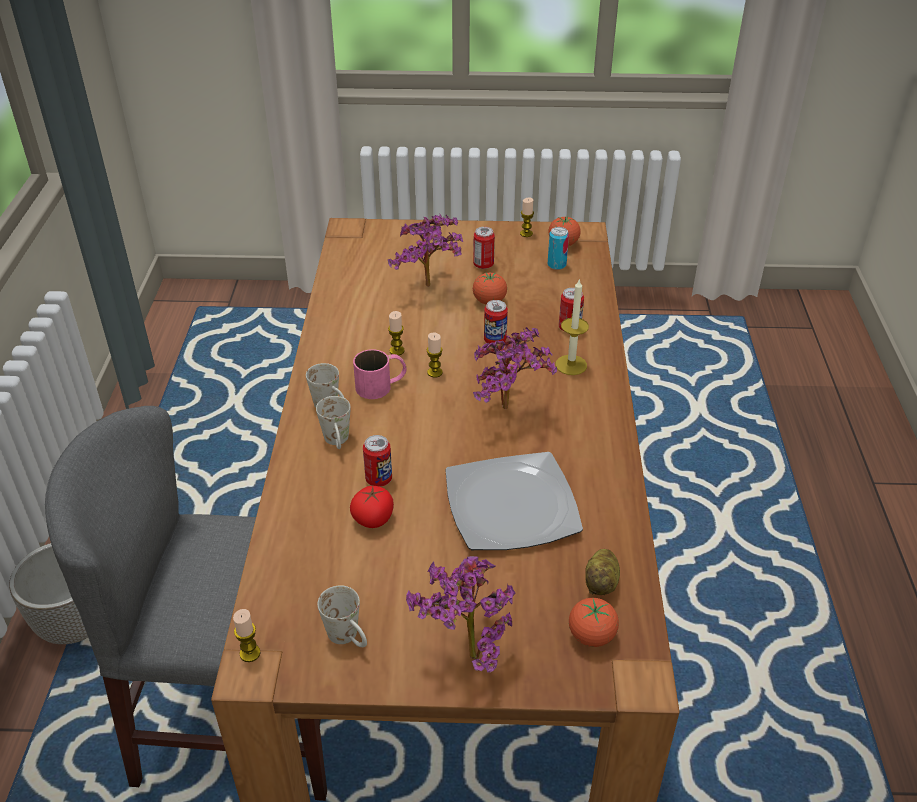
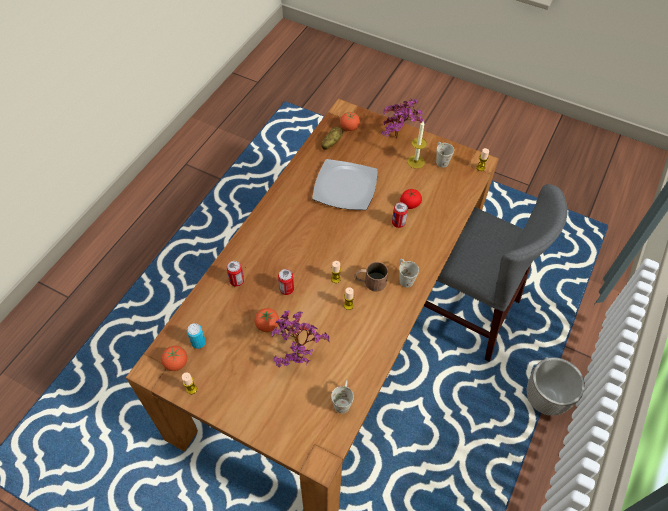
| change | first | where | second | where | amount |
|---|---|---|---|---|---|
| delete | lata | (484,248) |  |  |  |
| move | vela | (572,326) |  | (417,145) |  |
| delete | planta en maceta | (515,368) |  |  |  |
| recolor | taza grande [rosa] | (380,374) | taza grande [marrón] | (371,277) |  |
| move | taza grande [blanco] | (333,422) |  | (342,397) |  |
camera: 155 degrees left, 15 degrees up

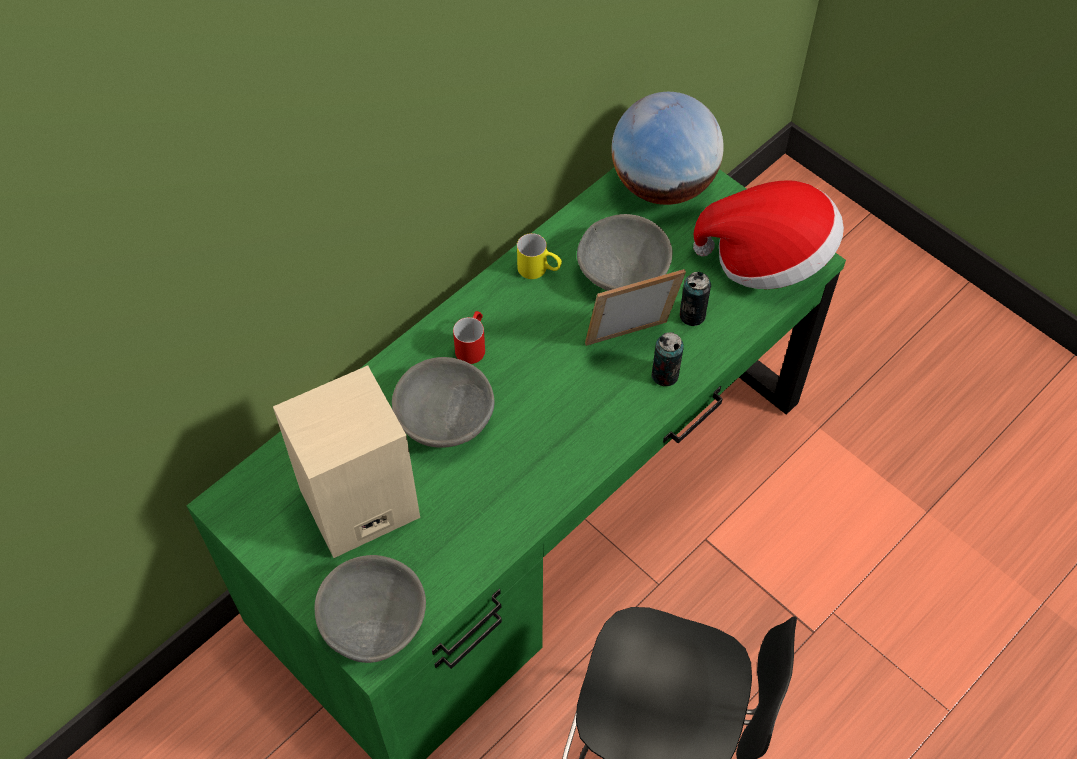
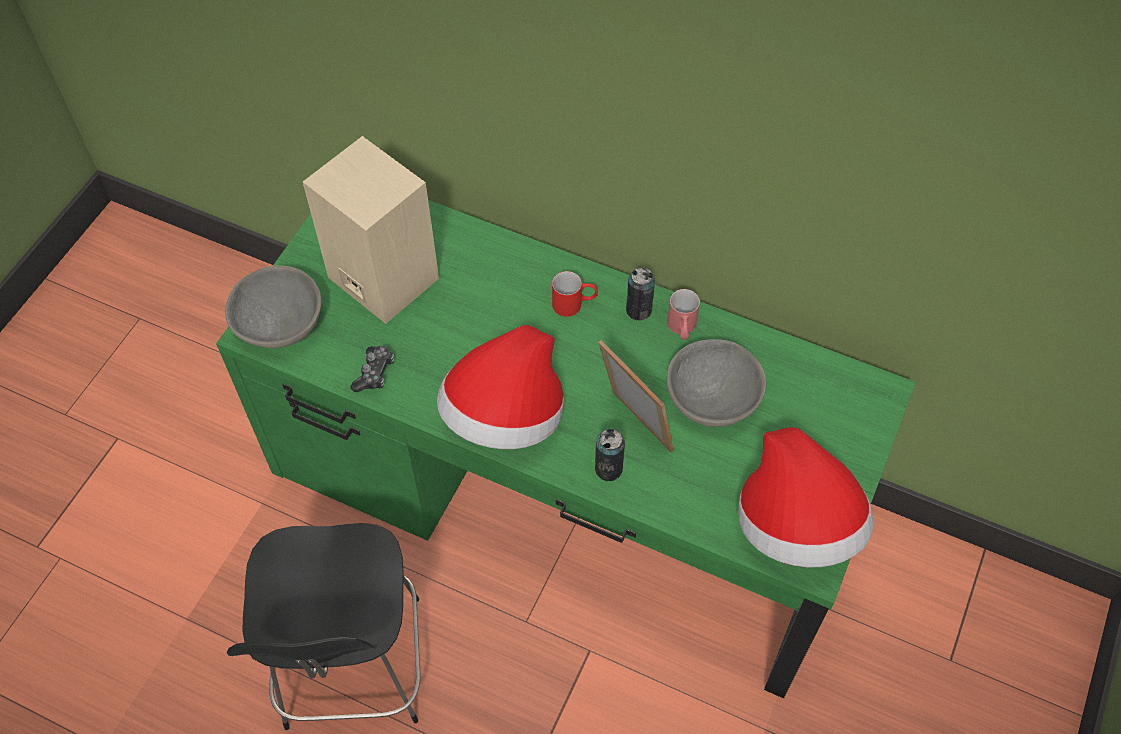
| change | first | where | second | where | amount |
|---|---|---|---|---|---|
| delete | globo terráqueo | (667,148) |  |  |  |
| recolor | taza grande [amarillo] | (539,256) | taza grande [rojo] | (683,314) |  |
| move | lata | (695,299) |  | (640,294) |  |
| delete | cuenco [gris] | (443,402) |  |  |  |
| insert |  |  | sombrero | (500,387) |  |
| insert |  |  | mando de consola | (372,369) |  |
camera: 70 degrees right, 0 degrees up

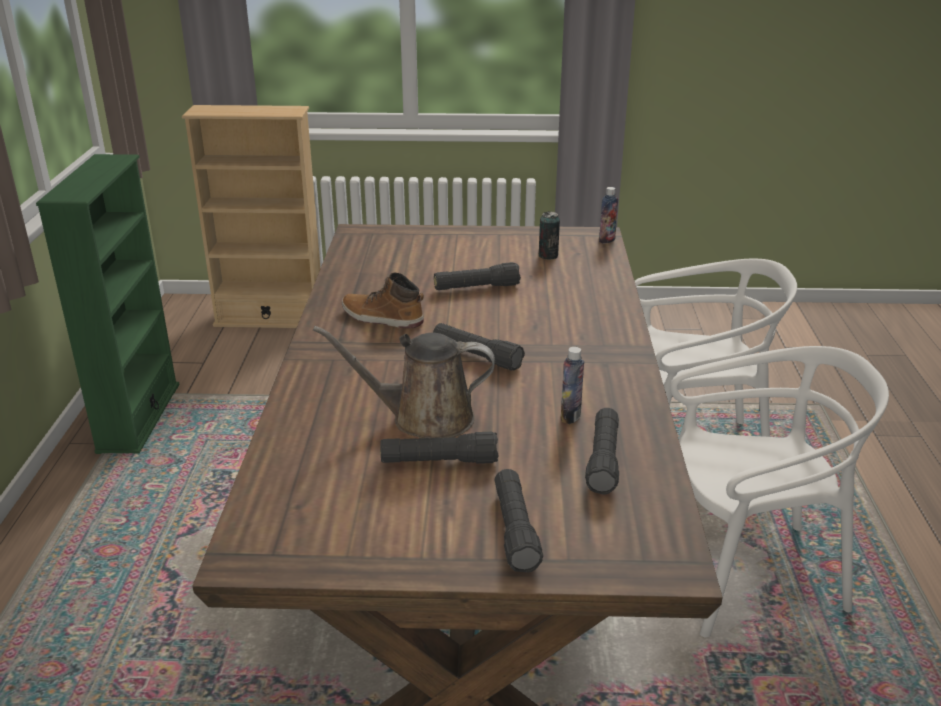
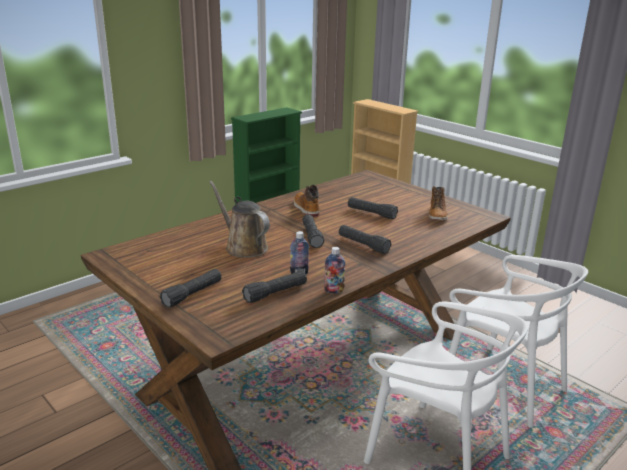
| change | first | where | second | where | amount |
|---|---|---|---|---|---|
| move | botella | (608,215) |  | (334,270) |  |
| replace | lata | (549,235) | bota | (438,203) |  |
| move | linterna [negro] | (439,448) |  | (365,239) |  |
camera: 45 degrees right, 5 degrees down

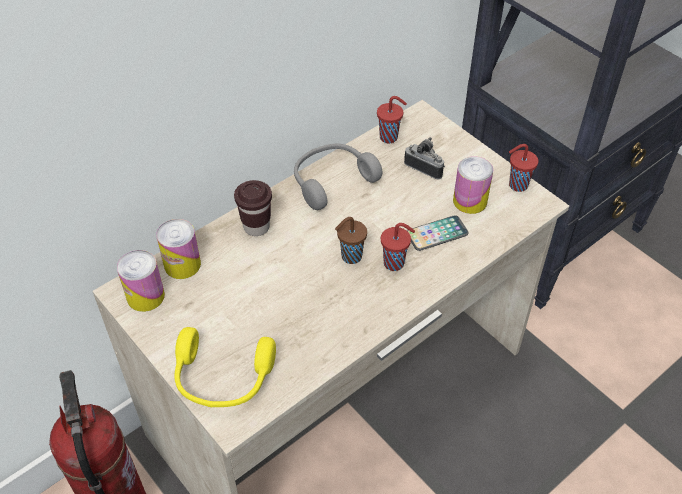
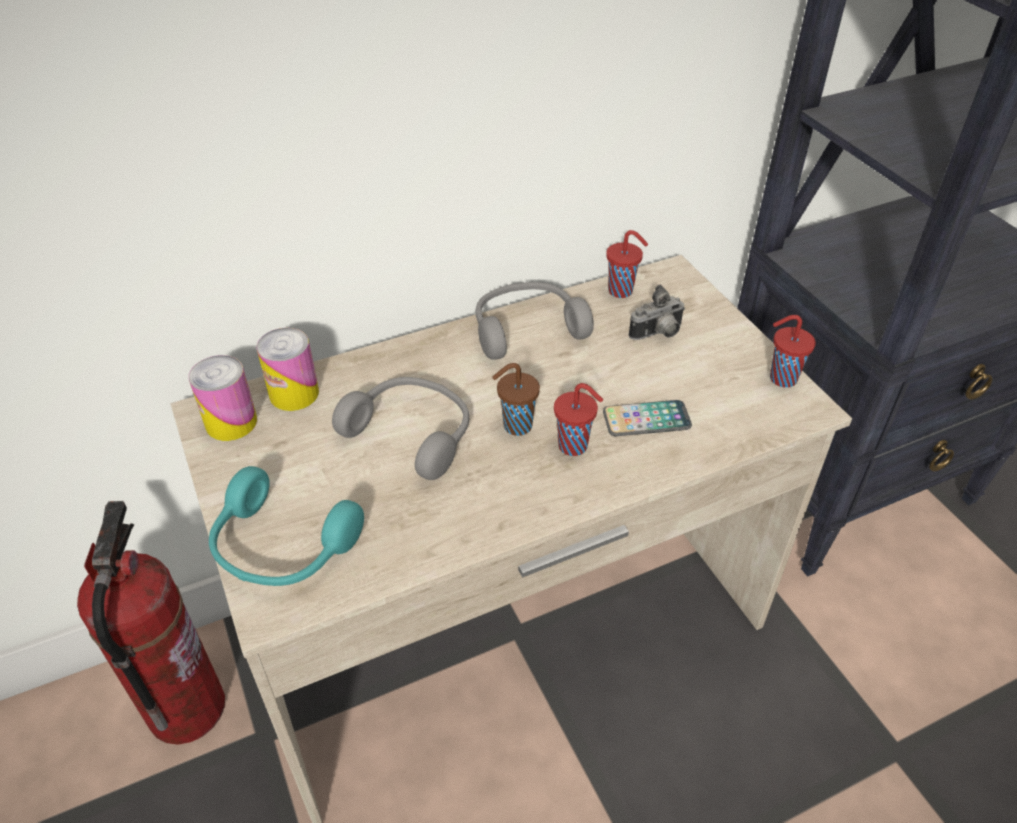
| change | first | where | second | where | amount |
|---|---|---|---|---|---|
| rotate | cámara | (424,158) |  | (657,312) | 105 degrees clockwise |
| delete | lata | (473,185) |  |  |  |
| delete | taza [marrón] | (253,208) |  |  |  |
| recolor | auriculares [amarillo] | (225,367) | auriculares [turquesa] | (286,526) |  |
| insert |  |  | auriculares [gris] | (400,428) |  |
camera: 15 degrees right, 5 degrees down

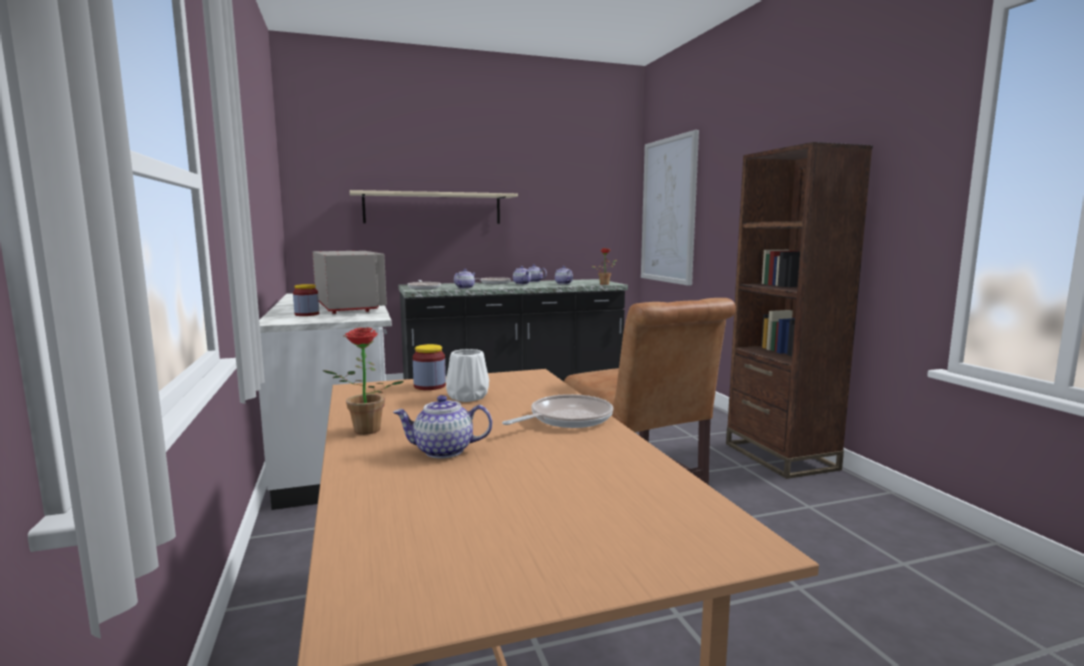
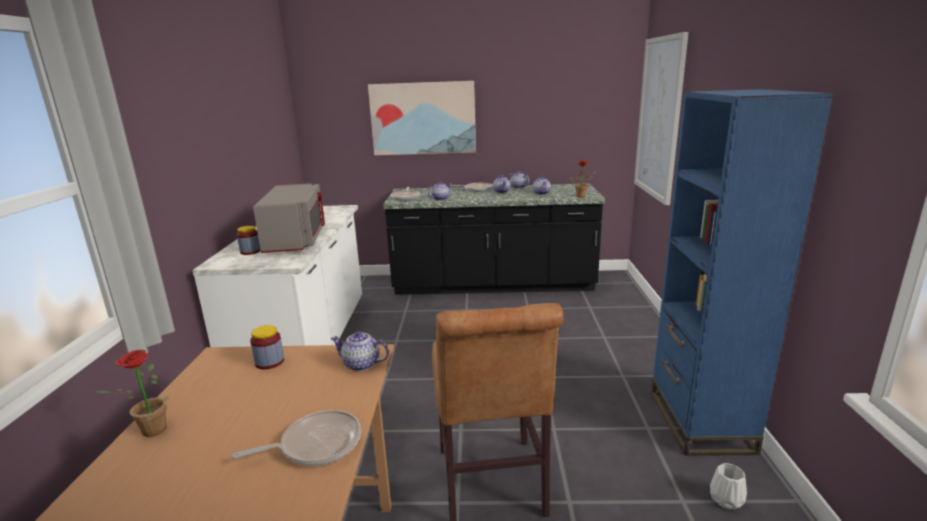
| change | first | where | second | where | amount |
|---|---|---|---|---|---|
| recolor | estantería [marrón] | (799,310) | estantería [azul] | (742,272) |  |
| replace | estante [beis] | (434,207) | cuadro | (422,118) |  |
| move | florero [blanco] | (467,375) |  | (728,486) |  |
| move | tetera | (442,426) |  | (360,351) |  |
camera: 20 degrees right, 10 degrees up

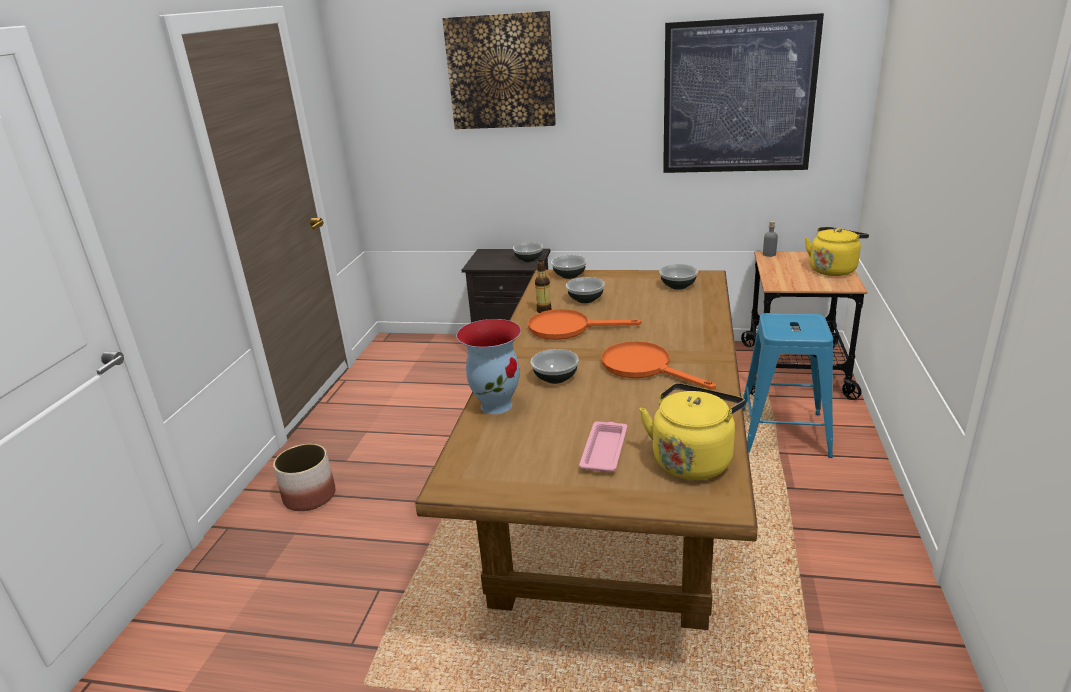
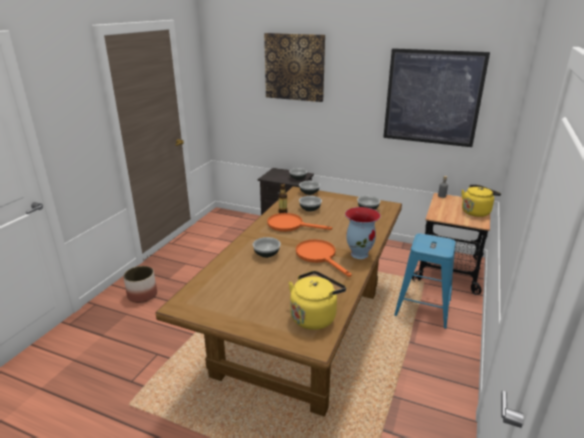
| change | first | where | second | where | amount |
|---|---|---|---|---|---|
| move | florero | (488,366) |  | (363,233) |  |
| delete | bandeja [rosa] | (603,447) |  |  |  |
camera: 10 degrees right, 0 degrees up

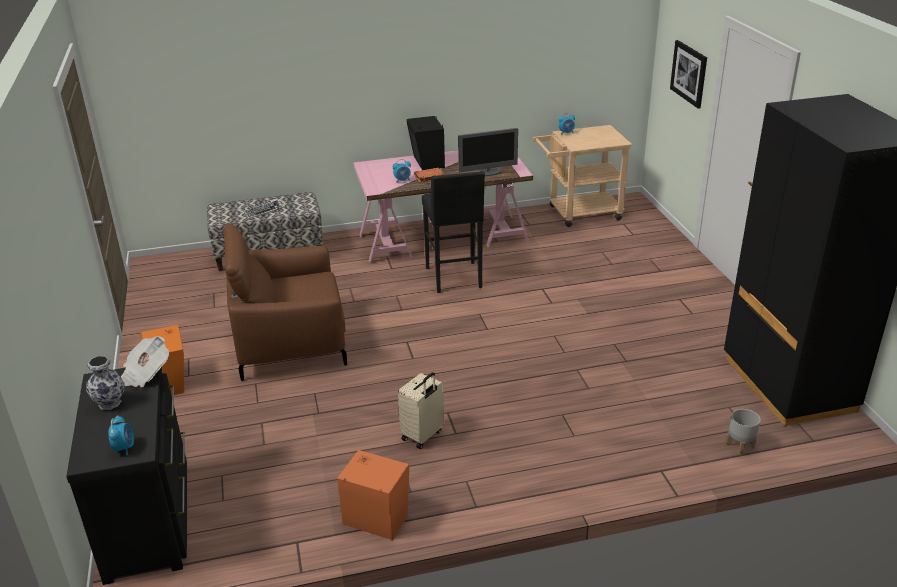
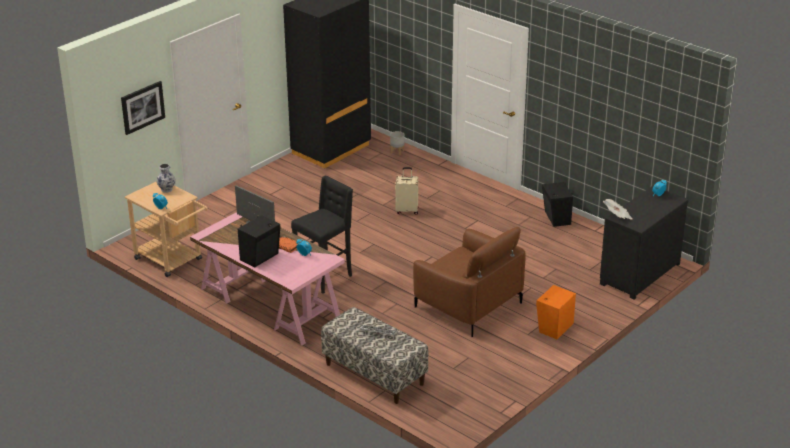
| change | first | where | second | where | amount |
|---|---|---|---|---|---|
| move | florero | (105,383) |  | (166,178) |  |
| move | maleta [beis] | (421,410) |  | (407,191) |  |
| recolor | altavoz [naranja] | (373,495) | altavoz [negro] | (557,204) |  |
camera: 125 degrees left, 0 degrees up

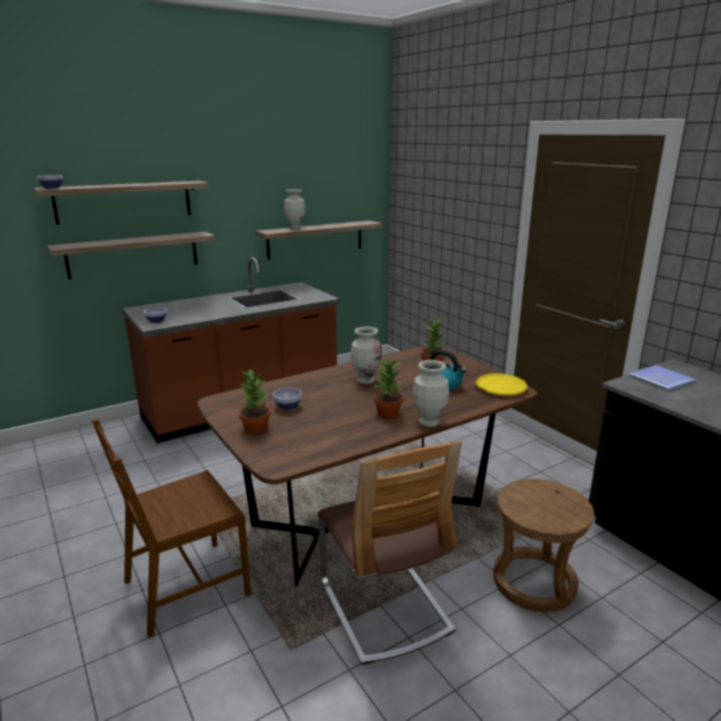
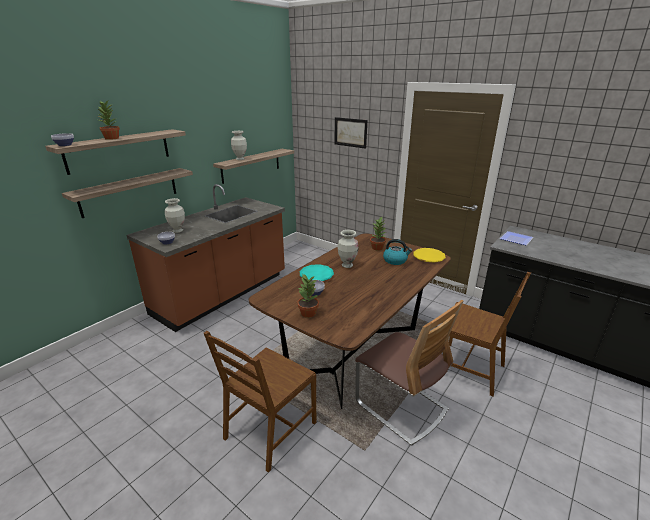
| change | first | where | second | where | amount |
|---|---|---|---|---|---|
| move | planta en maceta | (388,387) |  | (108,119) |  |
| move | florero | (431,393) |  | (175,215) |  |
| replace | taburete [marrón] | (543,545) | silla [marrón] | (487,334) |  |
| insert |  |  | cuadro | (351,133) |  |
| insert |  |  | plato [turquesa] | (317,272) |  |
camera: 20 degrees left, 5 degrees up

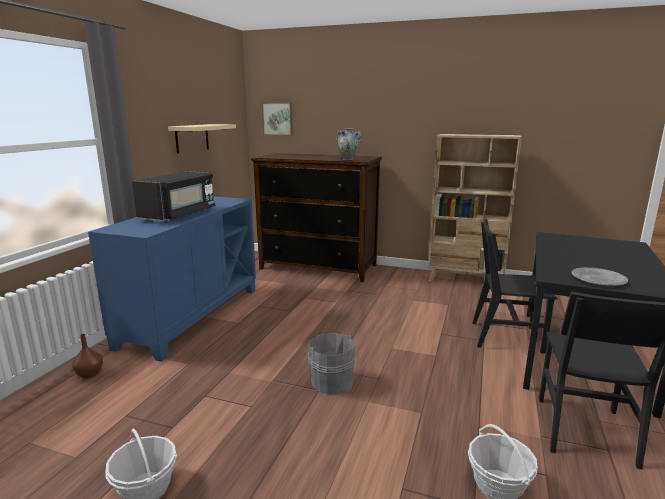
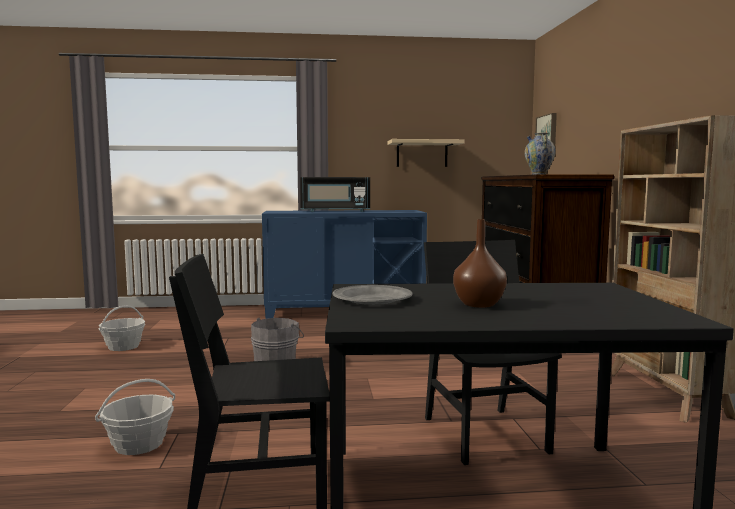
| change | first | where | second | where | amount |
|---|---|---|---|---|---|
| move | florero [marrón] | (87,356) |  | (480,263) |  |
camera: 65 degrees right, 10 degrees down

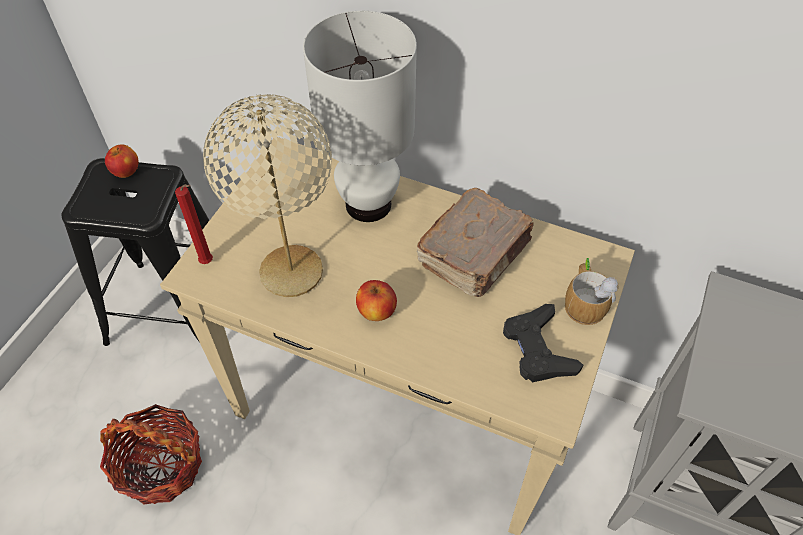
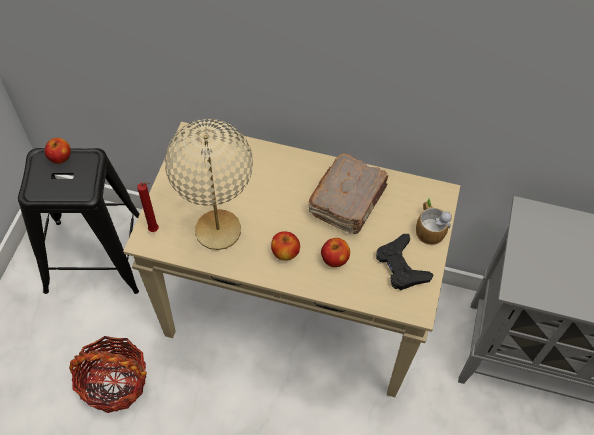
| change | first | where | second | where | amount |
|---|---|---|---|---|---|
| delete | lámpara de mesa [blanco] | (360,116) |  |  |  |
| insert |  |  | manzana | (335,252) |  |
camera: 10 degrees left, 5 degrees up

